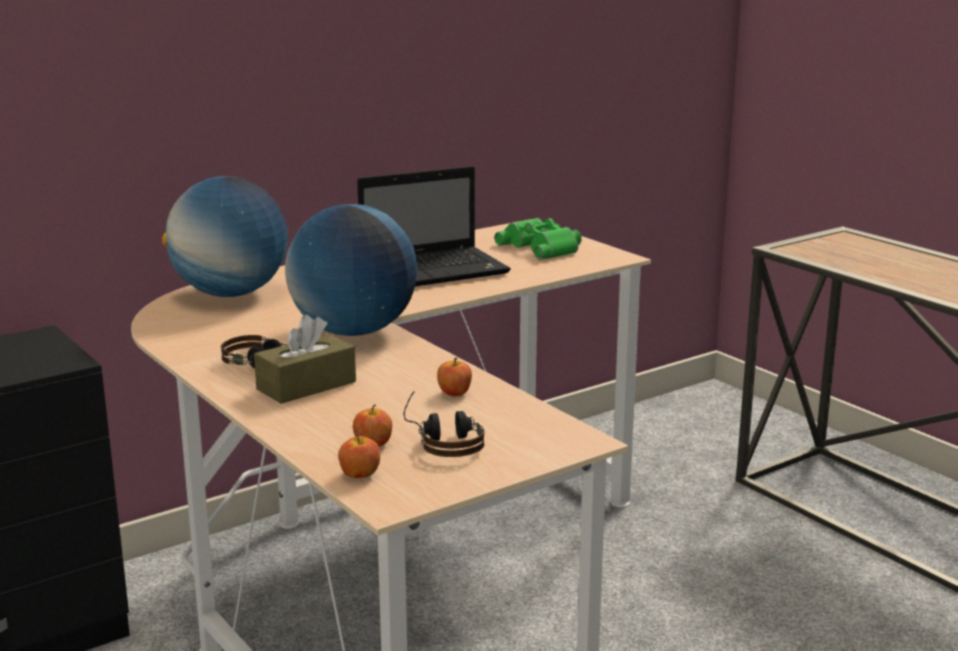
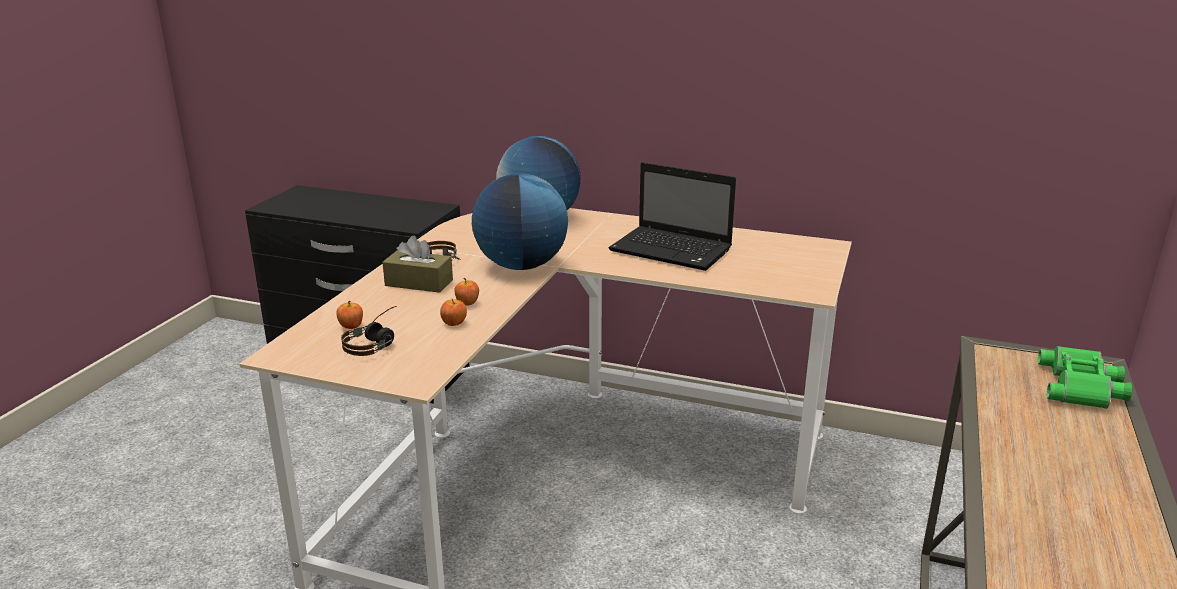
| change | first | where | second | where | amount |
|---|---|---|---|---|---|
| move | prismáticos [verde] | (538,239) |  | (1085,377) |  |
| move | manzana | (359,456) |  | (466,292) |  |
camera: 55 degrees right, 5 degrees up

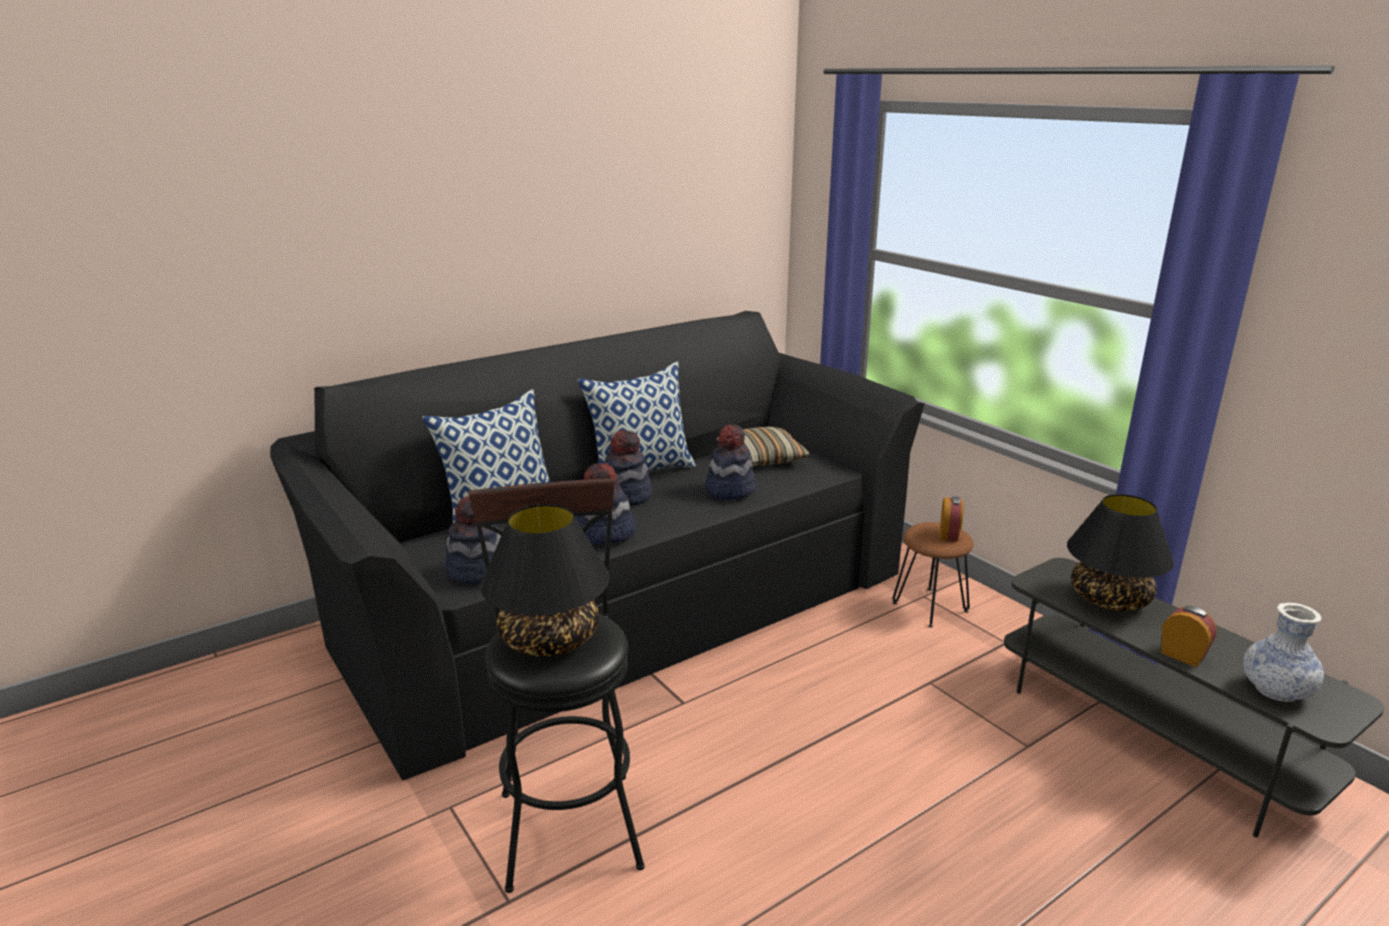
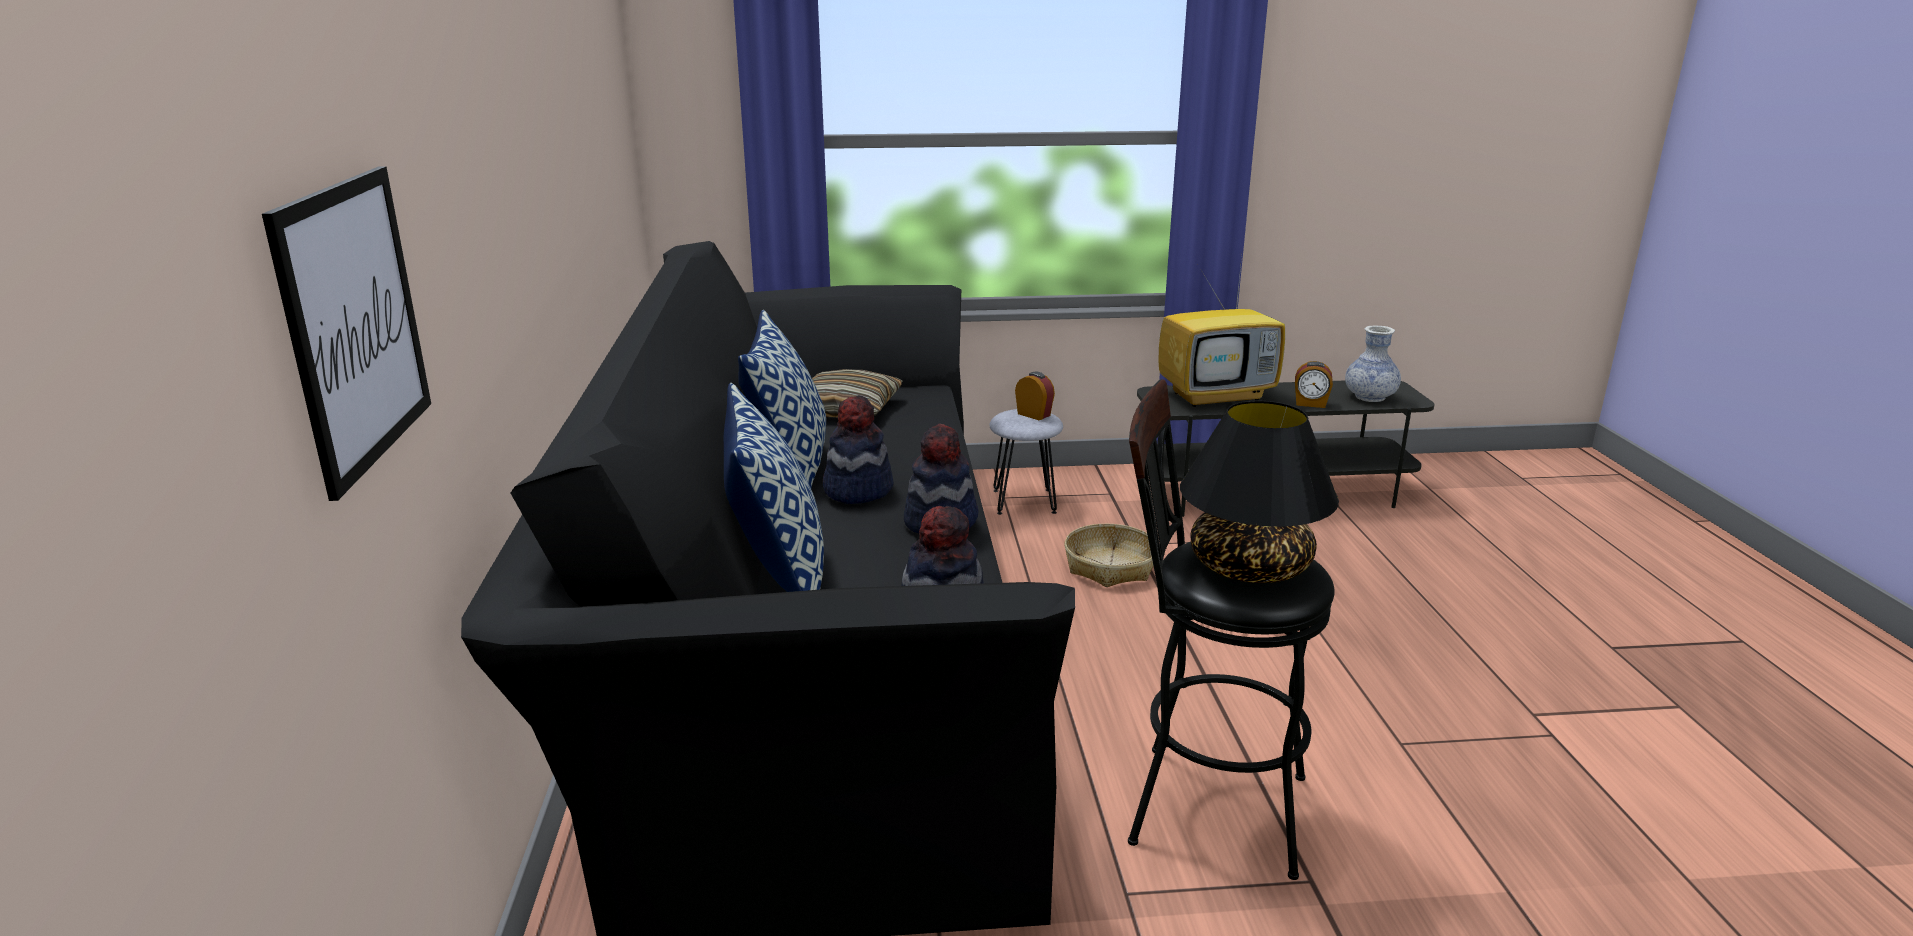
| change | first | where | second | where | amount |
|---|---|---|---|---|---|
| delete | sombrero | (730,462) |  |  |  |
| replace | lámpara de mesa [negro] | (1120,552) | televisor | (1221,332) |  |
| recolor | taburete [marrón] | (933,575) | taburete [gris] | (1026,462) |  |
| rotate | despertador | (1189,636) |  | (1314,384) | 150 degrees counterclockwise |
| insert |  |  | cuadro | (346,333) |  |
| insert |  |  | cesta | (1108,555) |  |
camera: 60 degrees left, 0 degrees up

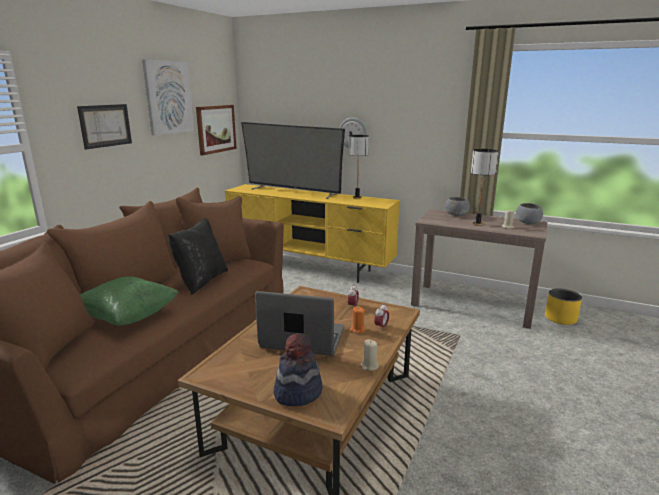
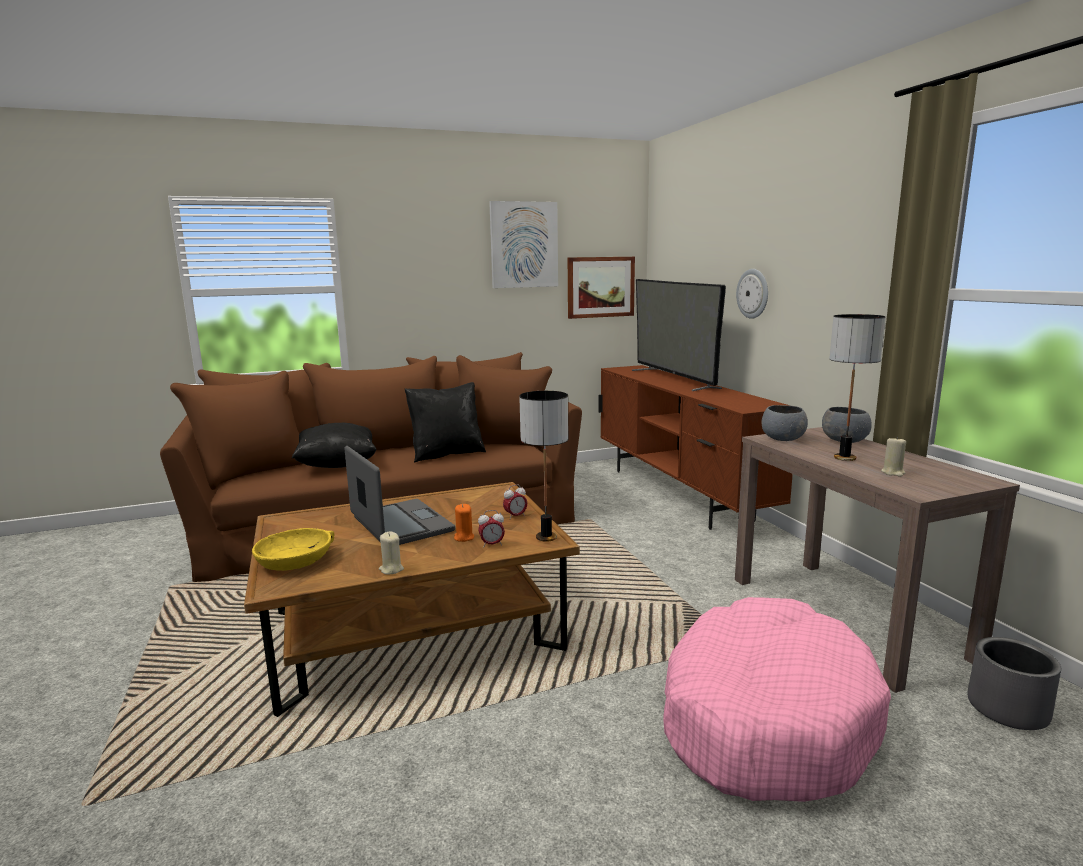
| change | first | where | second | where | amount |
|---|---|---|---|---|---|
| delete | cuadro | (104,126) |  |  |  |
| move | lámpara de mesa | (358,167) |  | (543,466) |  |
| recolor | mueble de televisión [amarillo] | (312,233) | mueble de televisión [marrón] | (696,447) |  |
| move | cuenco [gris] | (529,213) |  | (784,423) |  |
| recolor | cojín [verde] | (129,301) | cojín [negro] | (334,445) |  |
| recolor | maceta [amarillo] | (563,307) | maceta [gris] | (1014,683) |  |
| replace | sombrero | (298,369) | cuenco [amarillo] | (293,549) |  |
| insert |  |  | cama para perro [rosa] | (777,699) |  |
camera: 45 degrees right, 5 degrees down

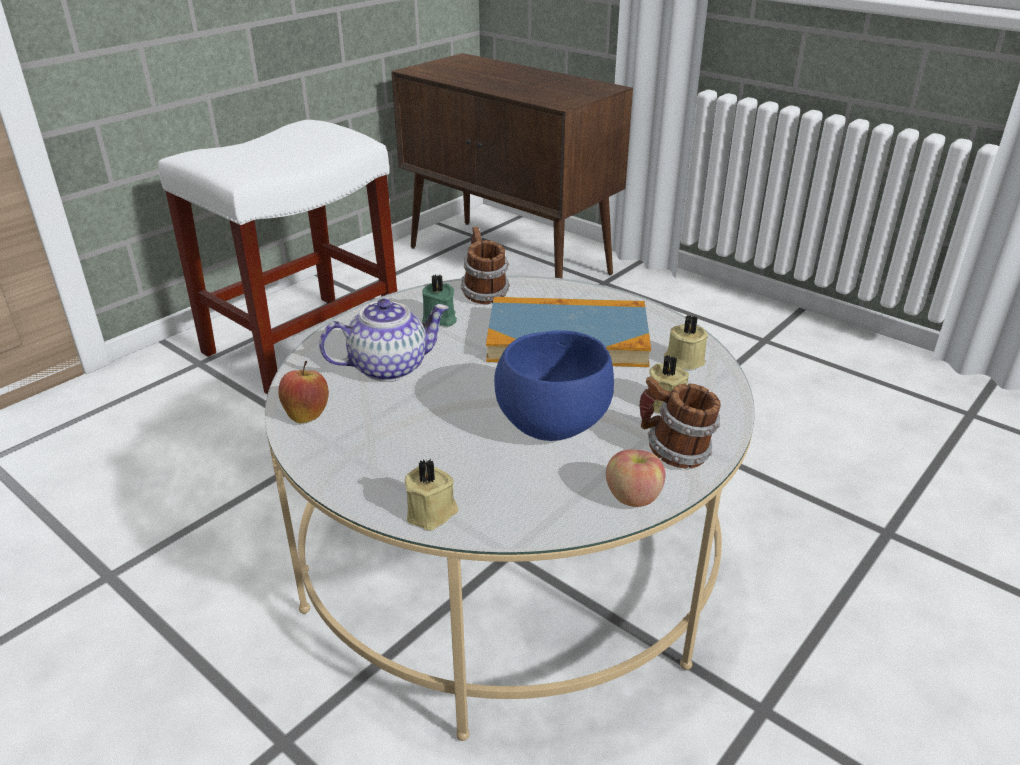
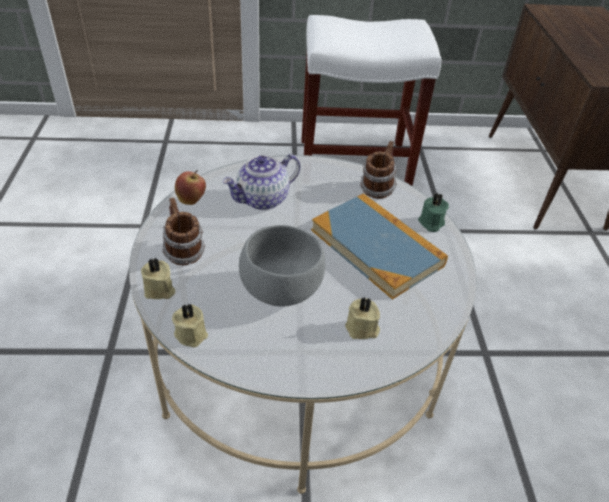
| change | first | where | second | where | amount |
|---|---|---|---|---|---|
| move | vela [verde] | (439,301) |  | (433,212) |  |
| rotate | tetera | (384,340) |  | (261,182) | 120 degrees clockwise |
| move | vela [beis] | (686,342) |  | (190,325) |  |
| recolor | cuenco [azul] | (554,385) | cuenco [gris] | (282,265) |  |
| move | taza grande | (680,422) |  | (184,231) |  |
| delete | manzana | (635,478) |  |  |  |
camera: 45 degrees right, 10 degrees up

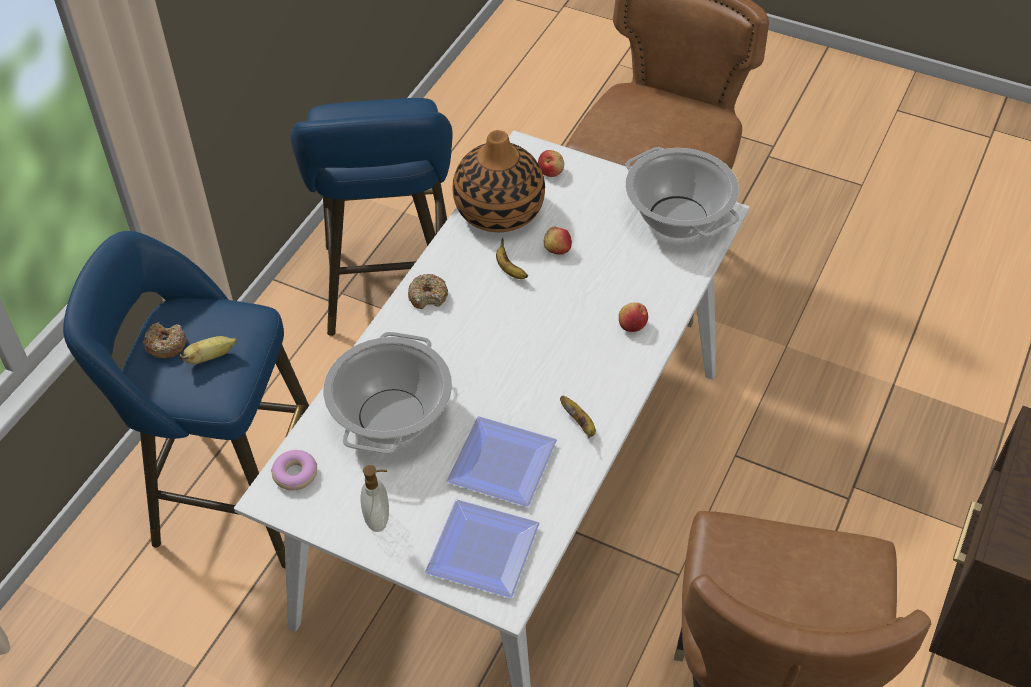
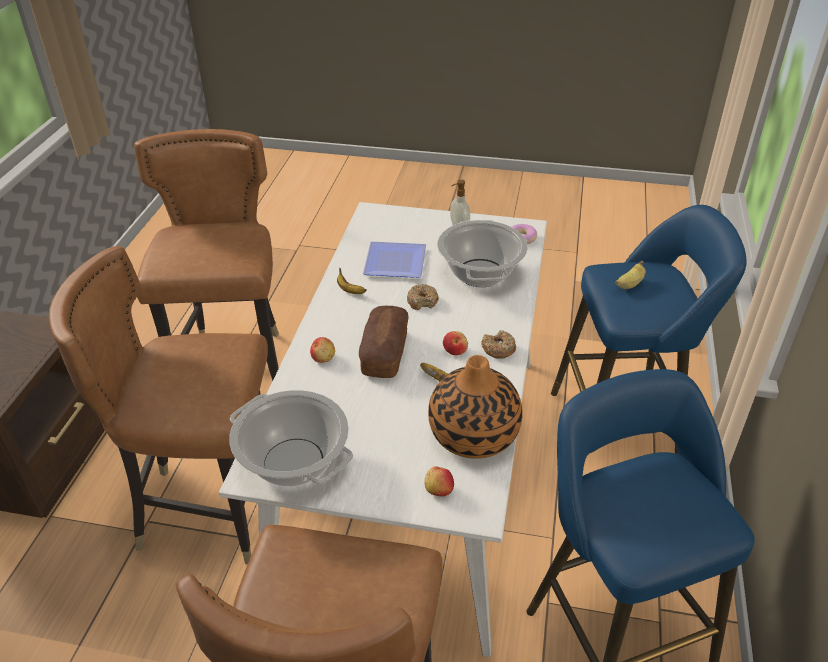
| change | first | where | second | where | amount |
|---|---|---|---|---|---|
| move | manzana | (558,241) |  | (455,343) |  |
| move | rosquilla | (164,340) |  | (423,297) |  |
| delete | plato | (482,549) |  |  |  |
| insert |  |  | silla [marrón] | (158,405) |  |
| insert |  |  | pan | (384,342) |  |
camera: 165 degrees right, 10 degrees down

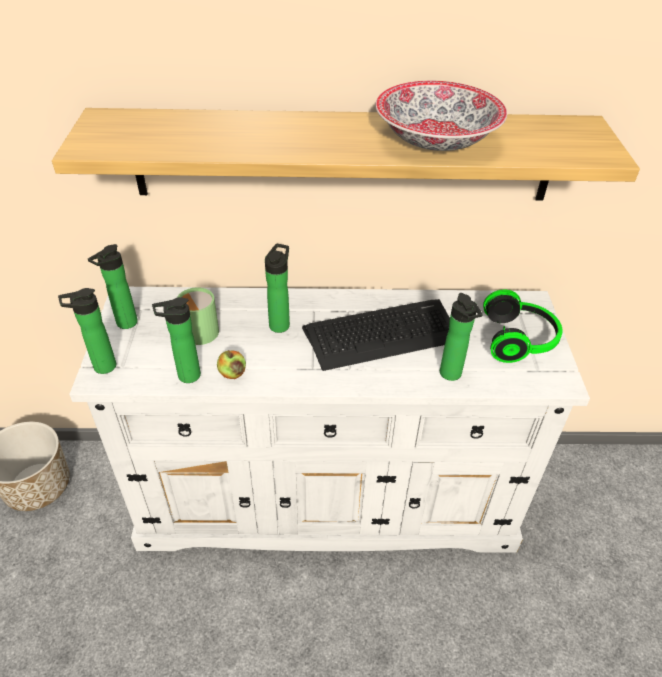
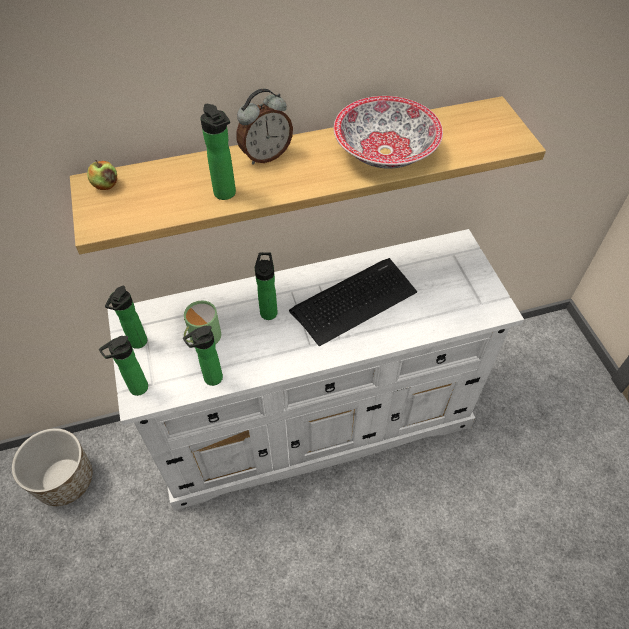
| change | first | where | second | where | amount |
|---|---|---|---|---|---|
| delete | auriculares | (523,326) |  |  |  |
| move | botella | (461,337) |  | (218,152) |  |
| move | manzana | (231,364) |  | (102,175) |  |
| insert |  |  | despertador | (264,127) |  |
camera: 15 degrees left, 10 degrees up

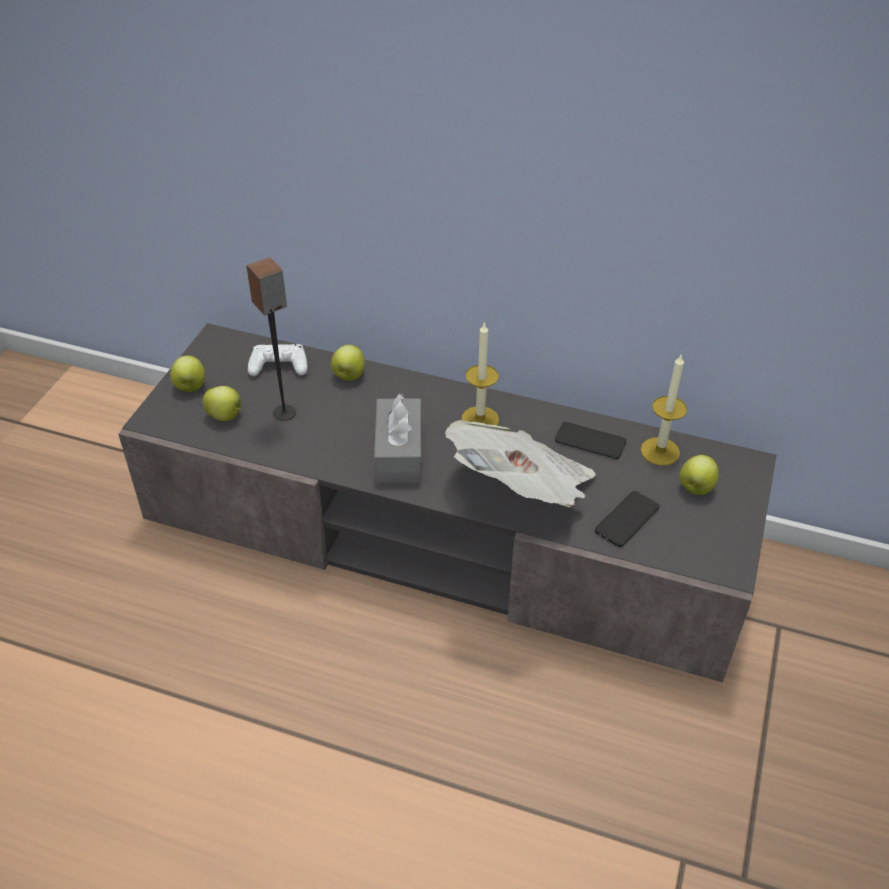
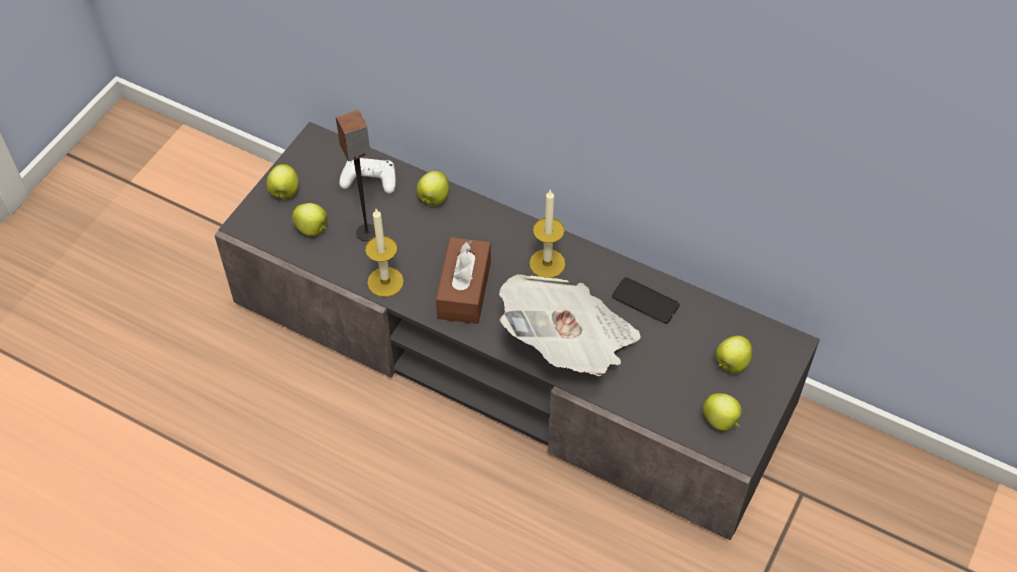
| change | first | where | second | where | amount |
|---|---|---|---|---|---|
| move | vela | (664,409) |  | (384,253) |  |
| recolor | caja de pañuelos [gris] | (398,438) | caja de pañuelos [marrón] | (463,280) |  |
| delete | móvil | (627,519) |  |  |  |
| insert |  |  | manzana | (722,412) |  |
camera: 10 degrees right, 10 degrees up

